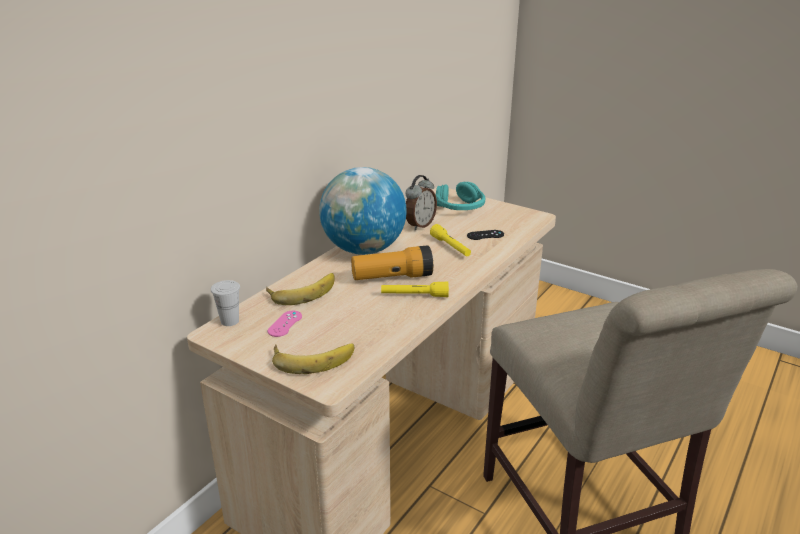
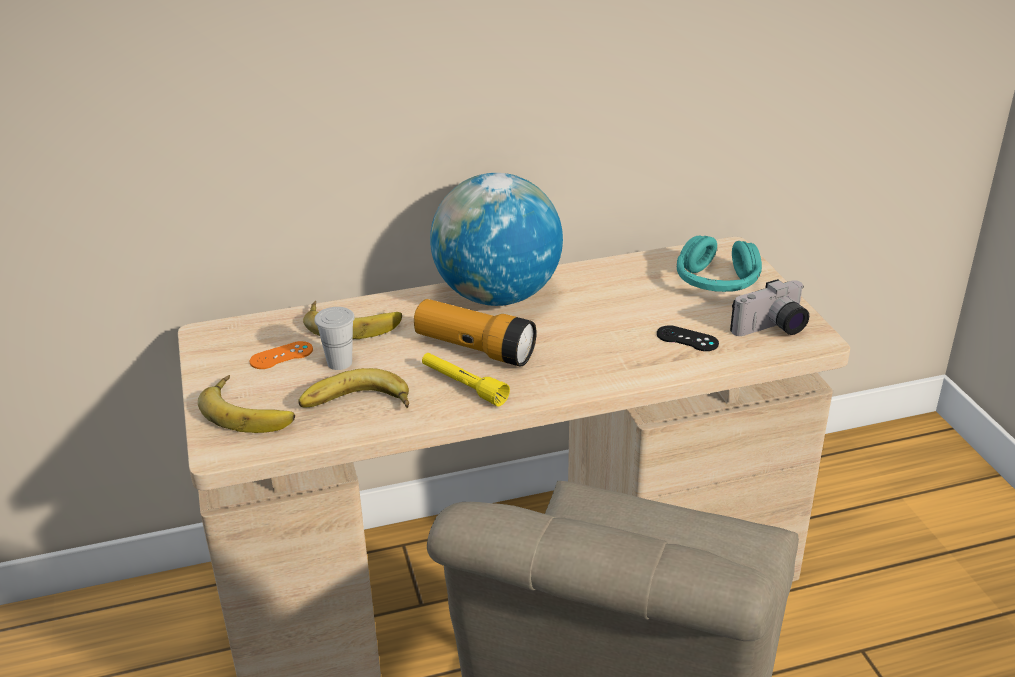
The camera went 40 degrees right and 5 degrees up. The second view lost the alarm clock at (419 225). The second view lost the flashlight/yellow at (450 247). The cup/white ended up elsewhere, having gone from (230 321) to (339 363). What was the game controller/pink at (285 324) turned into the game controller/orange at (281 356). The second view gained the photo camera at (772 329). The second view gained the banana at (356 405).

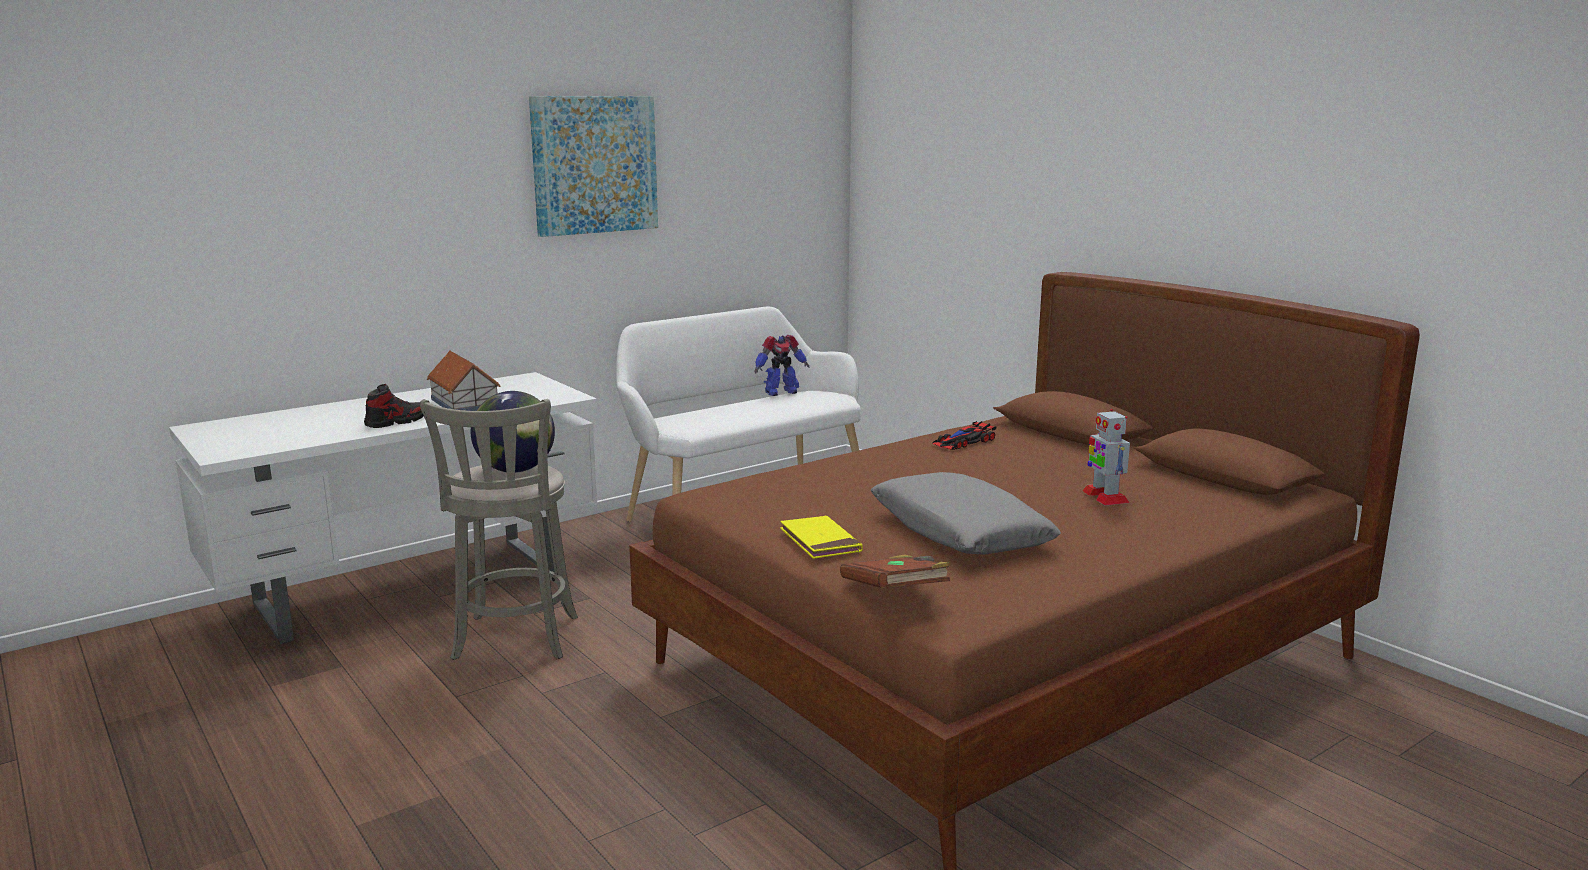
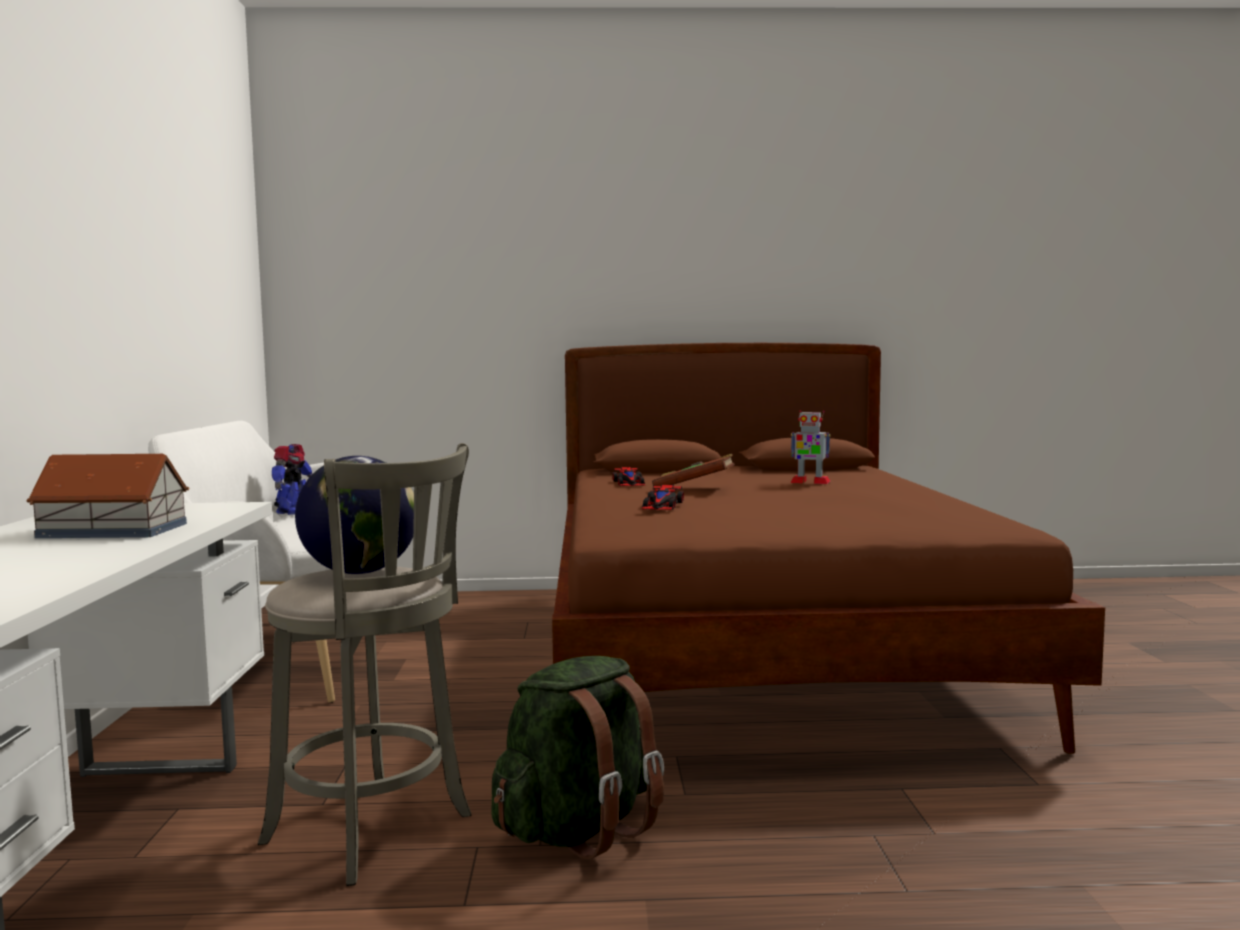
The camera went 55 degrees left and 10 degrees down. The second view lost the picture at (594 165). The second view lost the shoe at (396 422). The second view lost the pillow/grey at (959 532). The second view lost the book/yellow at (820 541). The book/brown ended up elsewhere, having gone from (895 594) to (693 489). The second view gained the toy car at (662 505). The second view gained the backpack/green at (579 829).

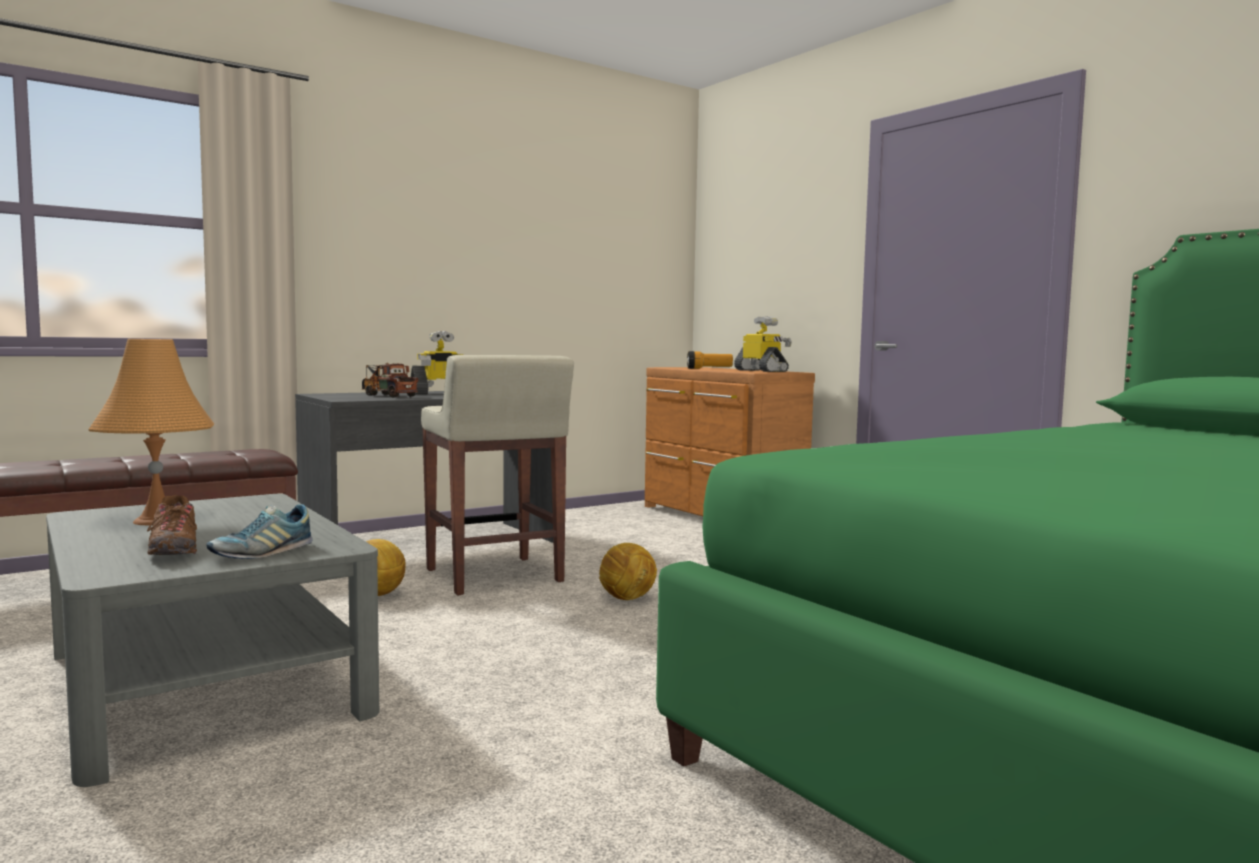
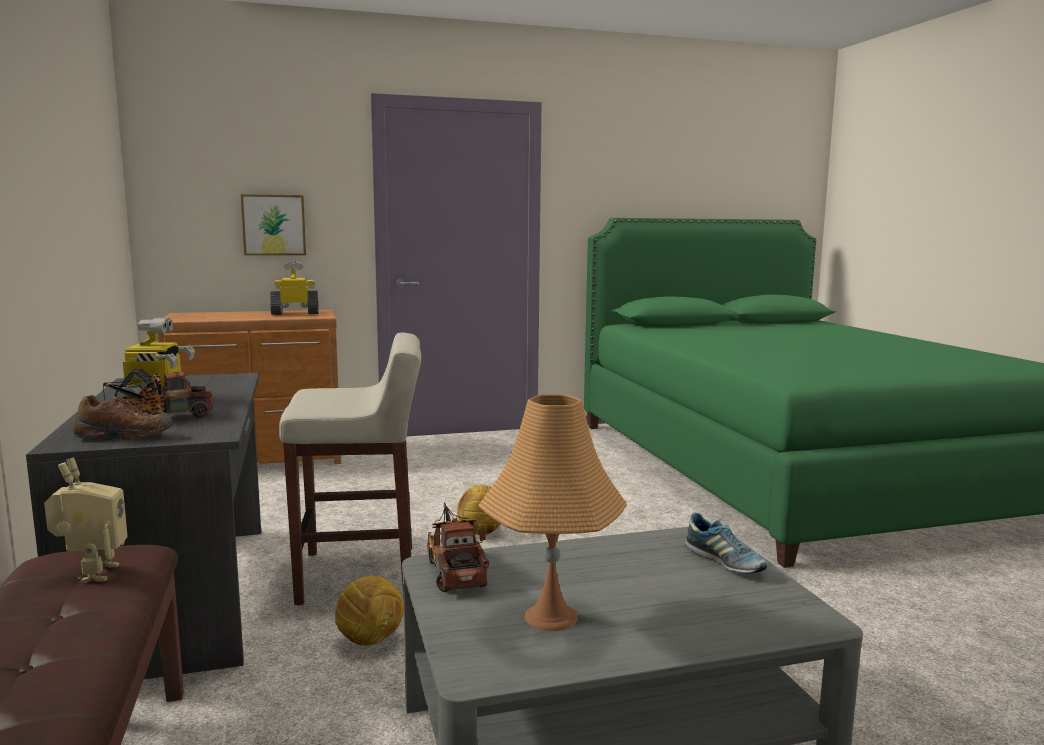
The camera went 70 degrees left and 5 degrees up. The second view lost the flashlight at (709 368). The shoe/brown ended up elsewhere, having gone from (174 550) to (124 437). The second view gained the picture at (274 225). The second view gained the toy robot at (92 573). The second view gained the toy truck at (455 569).

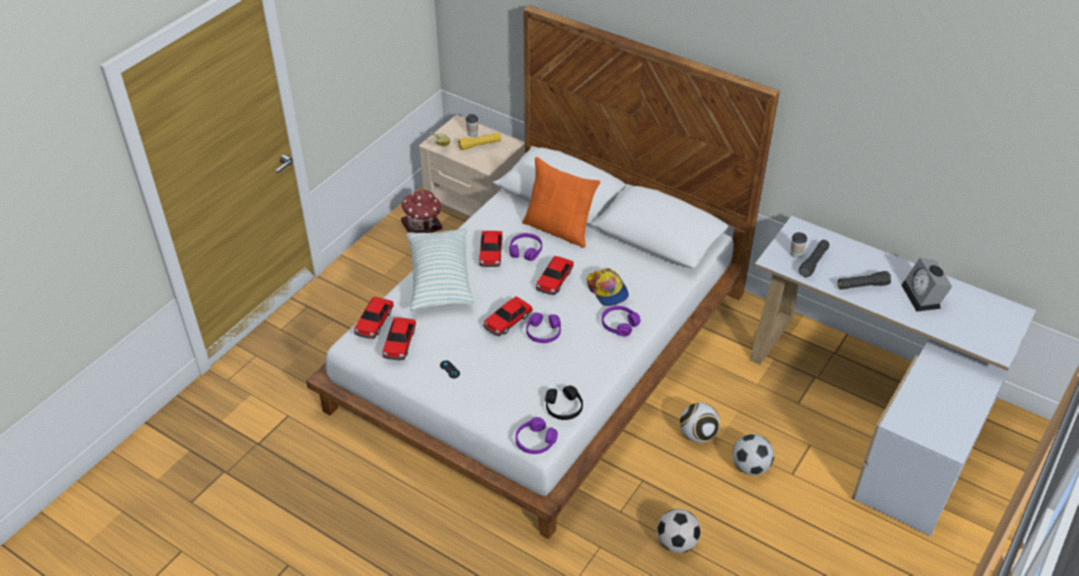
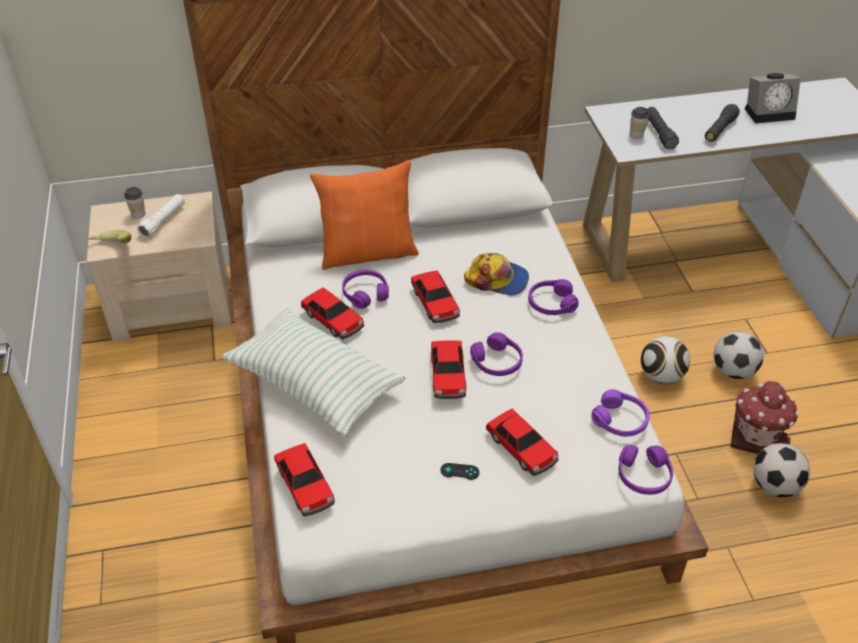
The camera went 45 degrees left and 0 degrees up. What was the flashlight/yellow at (480 145) turned into the flashlight/white at (163 221). The toy house ended up elsewhere, having gone from (422 225) to (756 434). The alarm clock at (923 297) ended up facing another way, 45 degrees counterclockwise from before. The toy car ended up elsewhere, having gone from (399 343) to (522 448). What was the headphones/black at (564 408) turned into the headphones/purple at (620 420).

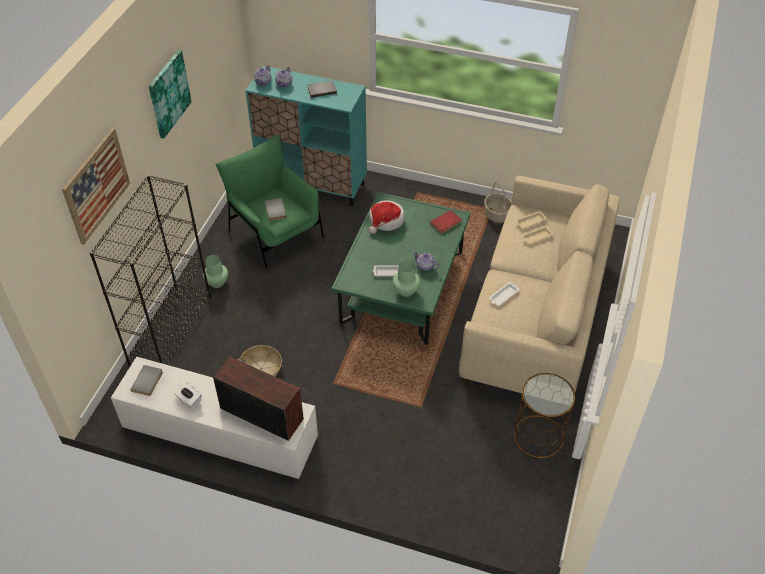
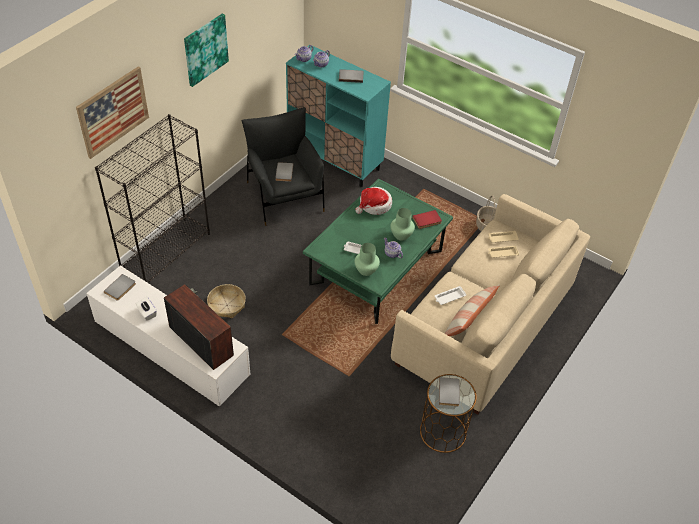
The camera went 15 degrees right and 0 degrees up. What was the armchair/green at (275 236) turned into the armchair/black at (285 196). The vase/green ended up elsewhere, having gone from (216 282) to (401 235). The second view gained the pillow at (468 320). The second view gained the book/grey at (450 392).

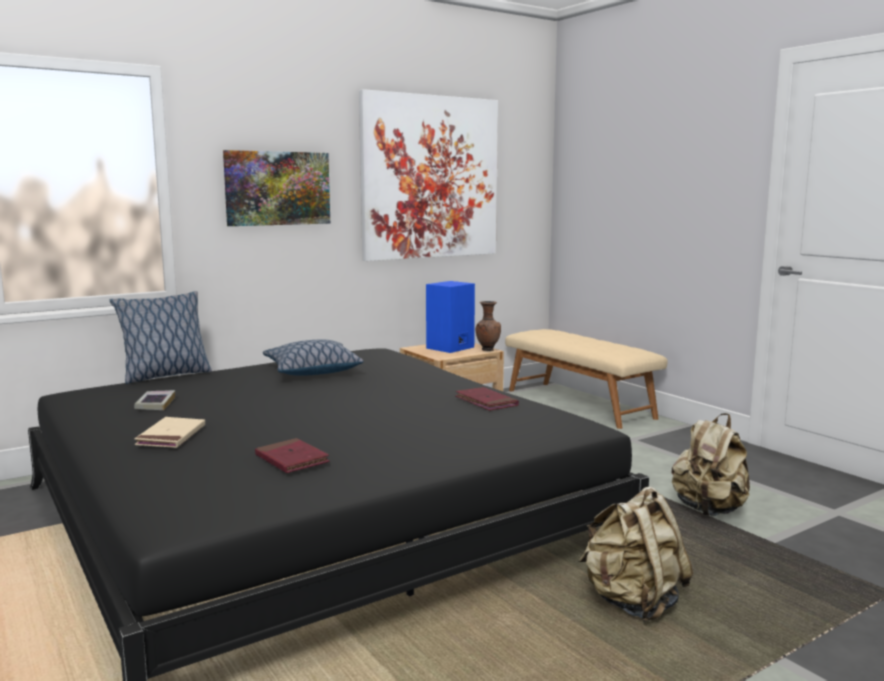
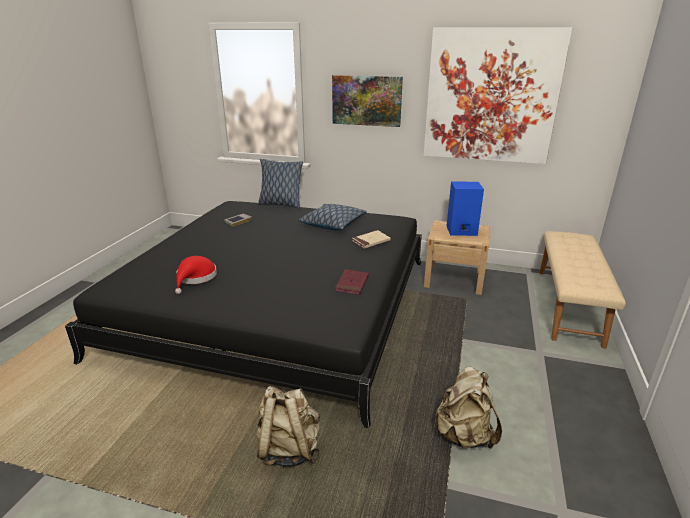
The camera went 50 degrees right and 15 degrees up. The second view lost the vase/brown at (487 350). The book/beige ended up elsewhere, having gone from (171 436) to (371 241). Where the book/red stood at (291 460), the hat/red came to stand at (195 278).

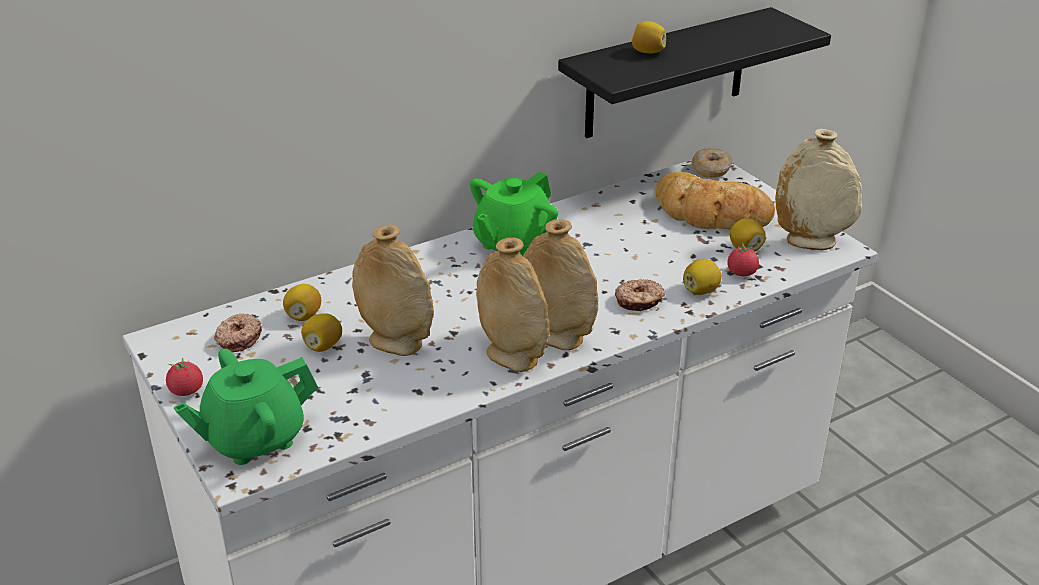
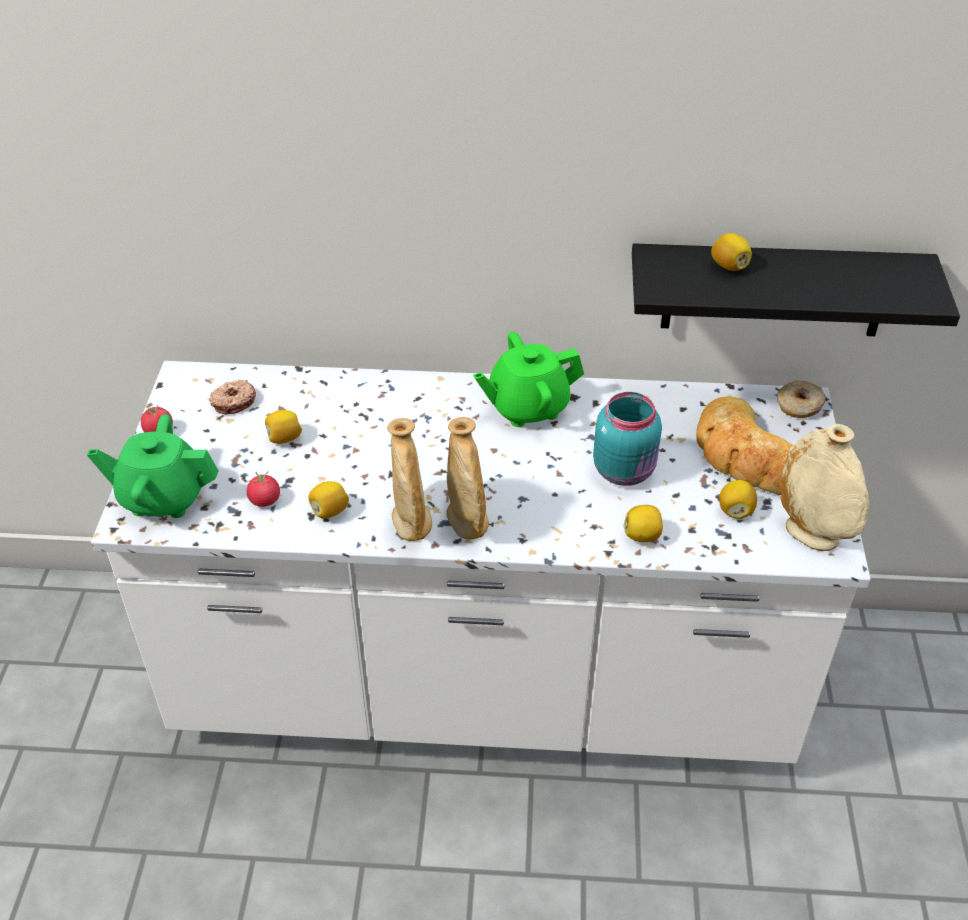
The camera went 35 degrees right and 10 degrees up. The second view lost the vase/beige at (395 343). The tomato ended up elsewhere, having gone from (741 273) to (265 500). The second view lost the donut at (639 301). The lemon ended up elsewhere, having gone from (304 316) to (329 511). The second view gained the jar/turquoise at (625 470).

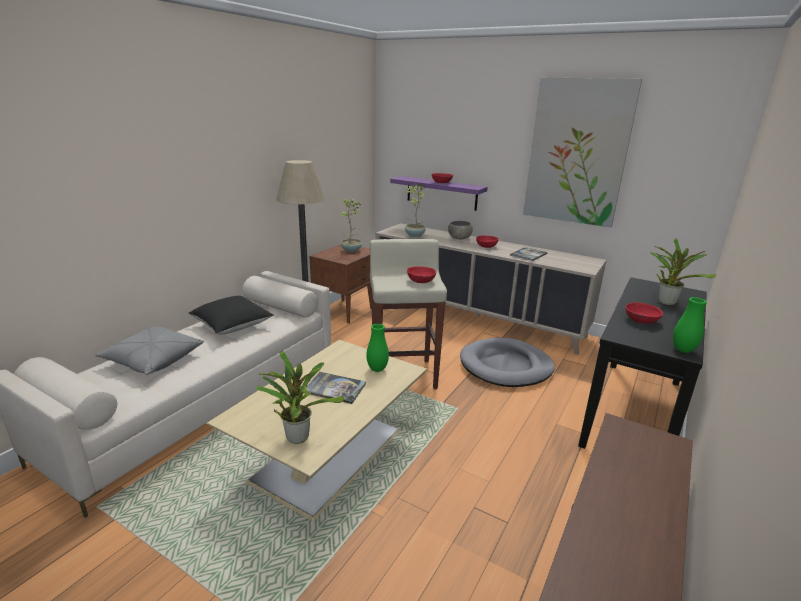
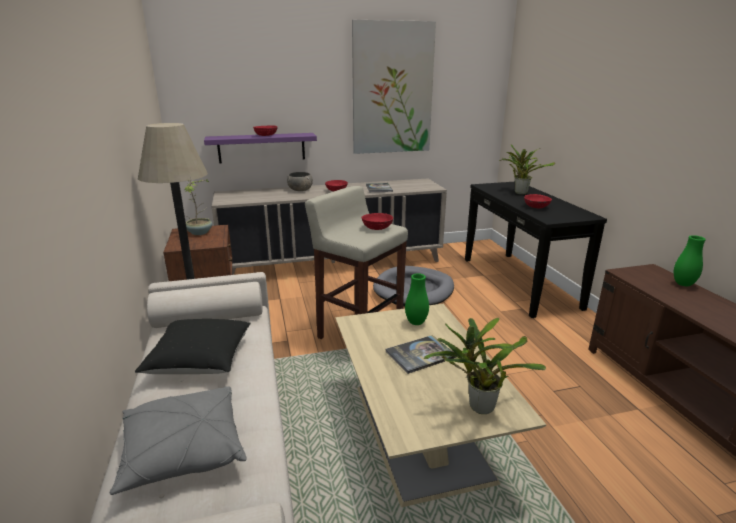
The camera went 45 degrees left and 0 degrees up. The second view lost the potted plant at (414 235). The vase/green ended up elsewhere, having gone from (683 350) to (683 284).

